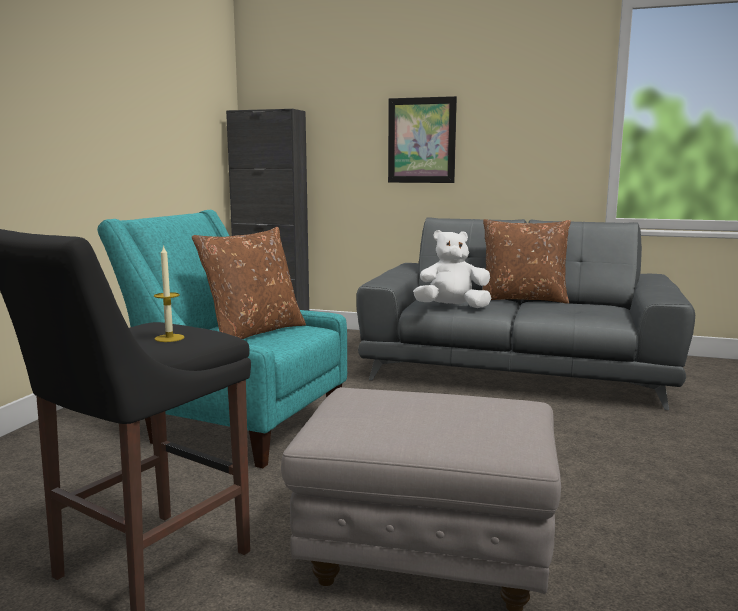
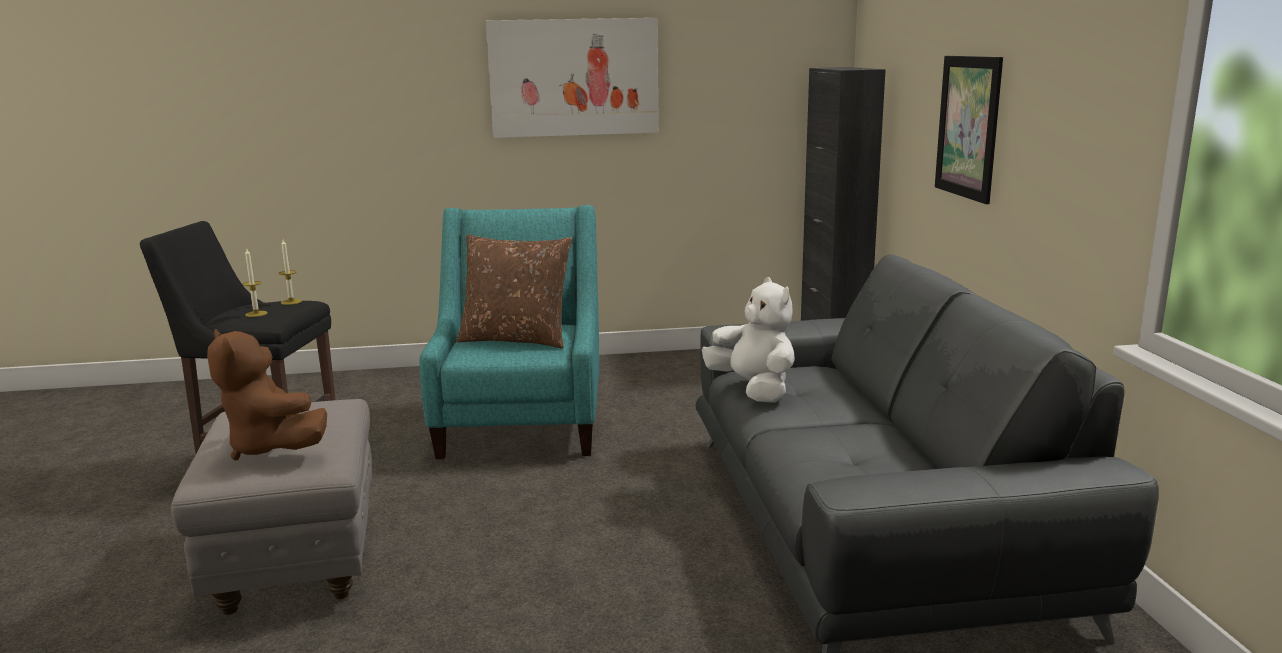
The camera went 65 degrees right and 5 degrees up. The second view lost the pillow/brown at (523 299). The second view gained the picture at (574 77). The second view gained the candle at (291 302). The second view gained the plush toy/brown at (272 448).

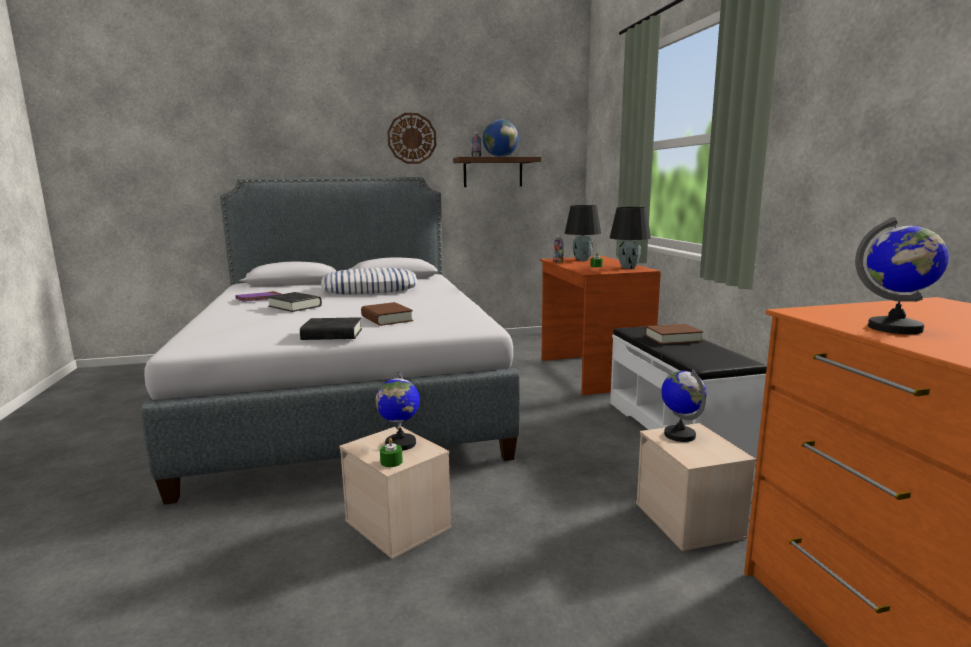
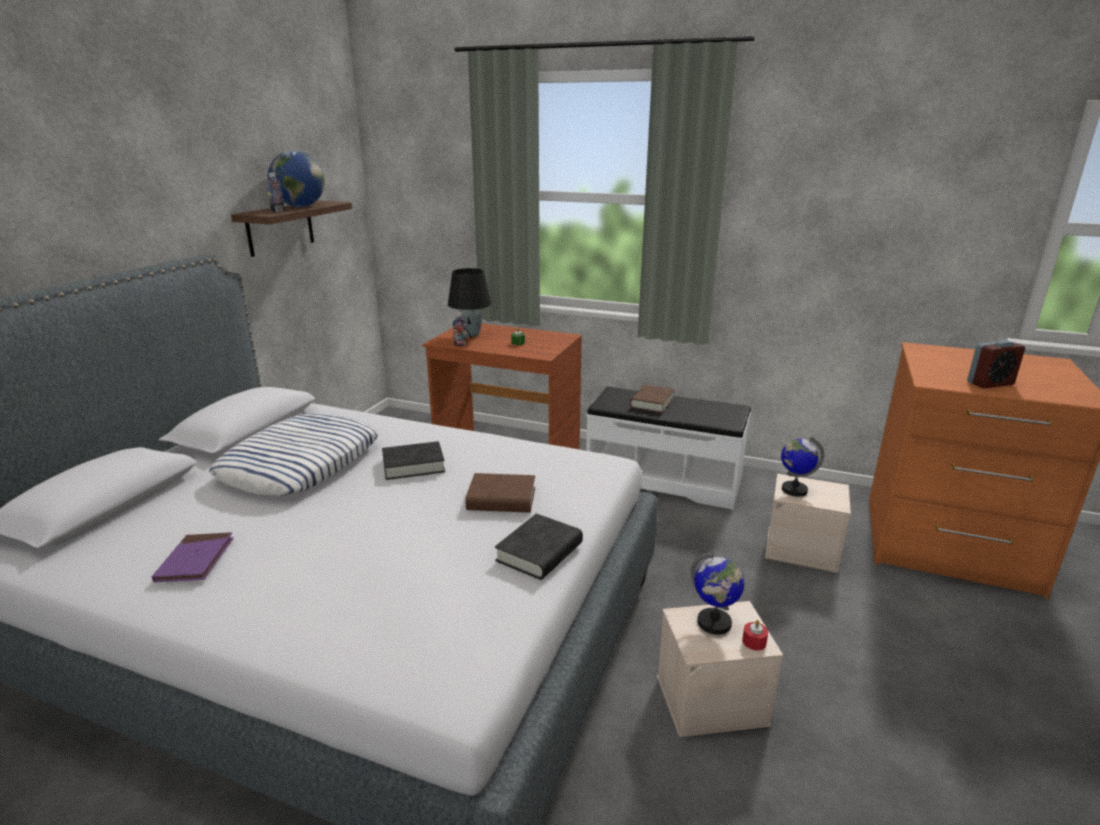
The camera went 55 degrees left and 10 degrees up. The second view lost the wall clock at (412 138). The second view lost the table lamp/black at (628 267). Where the globe stood at (895 328), the alarm clock came to stand at (990 383). The book/black ended up elsewhere, having gone from (295 306) to (413 465). What was the candle/green at (391 462) turned into the candle/red at (754 642).

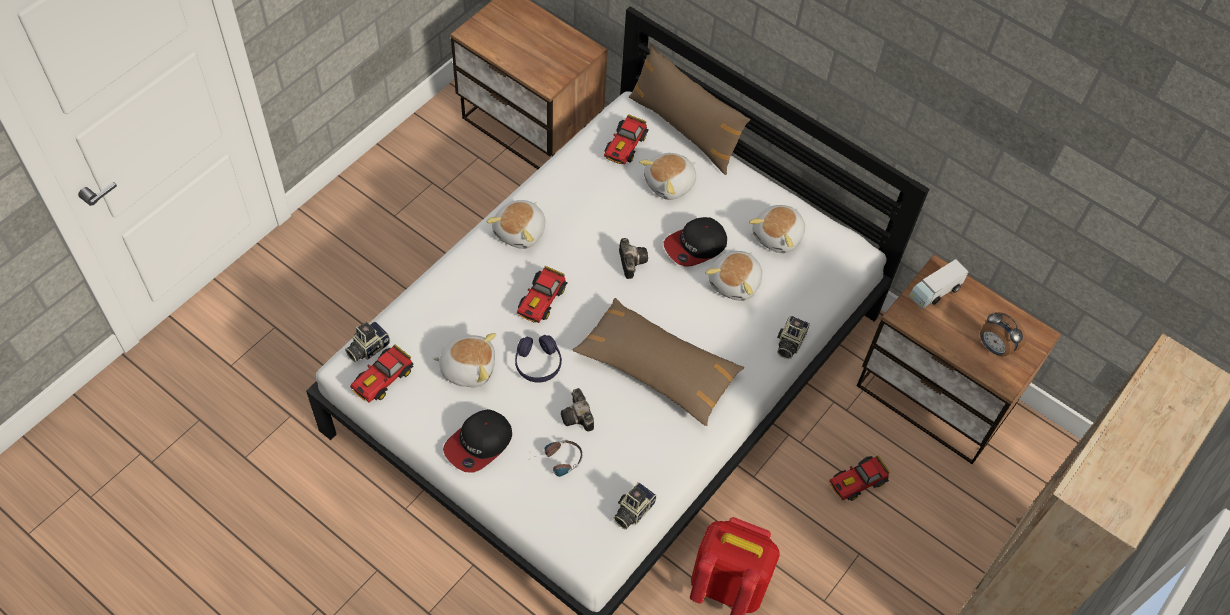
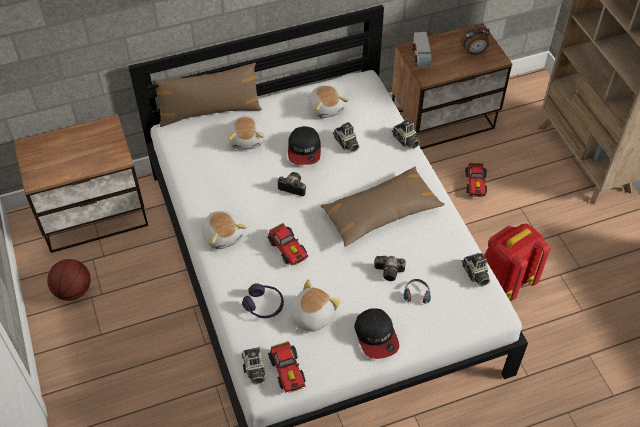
The camera went 55 degrees left and 5 degrees down. The second view lost the toy car at (625 147). Where the plush toy stood at (735 283), the photo camera came to stand at (346 144). The headphones/purple ended up elsewhere, having gone from (538 364) to (264 305). The second view gained the basketball at (73 291).

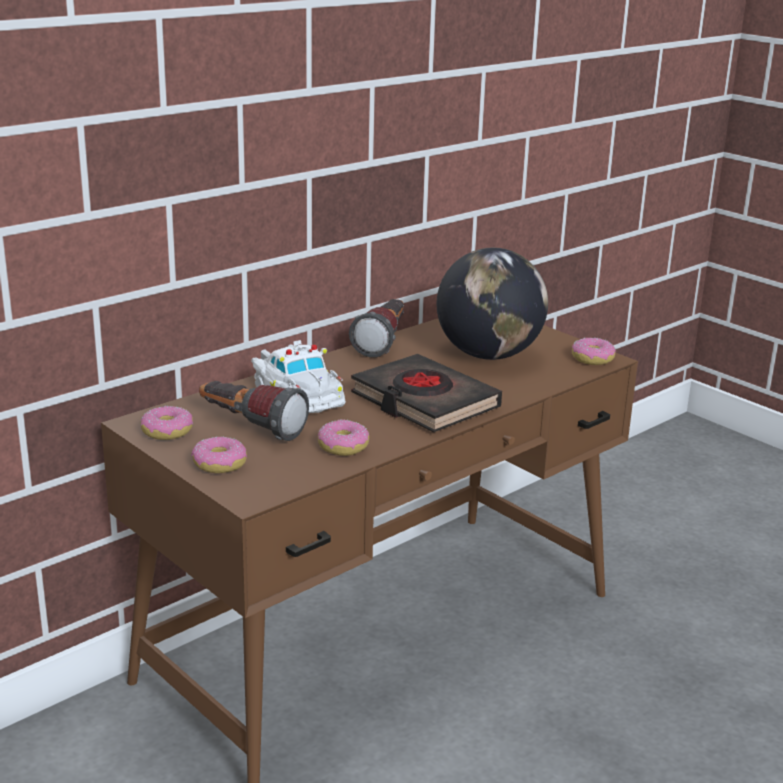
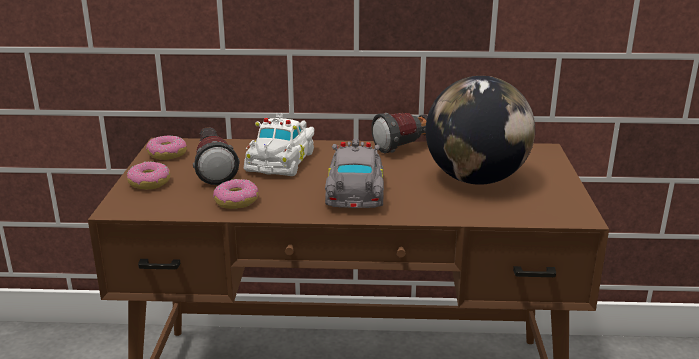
The camera went 45 degrees right and 0 degrees up. The second view lost the donut at (592 359). Where the book/black stood at (424 401), the toy car/grey came to stand at (354 194).

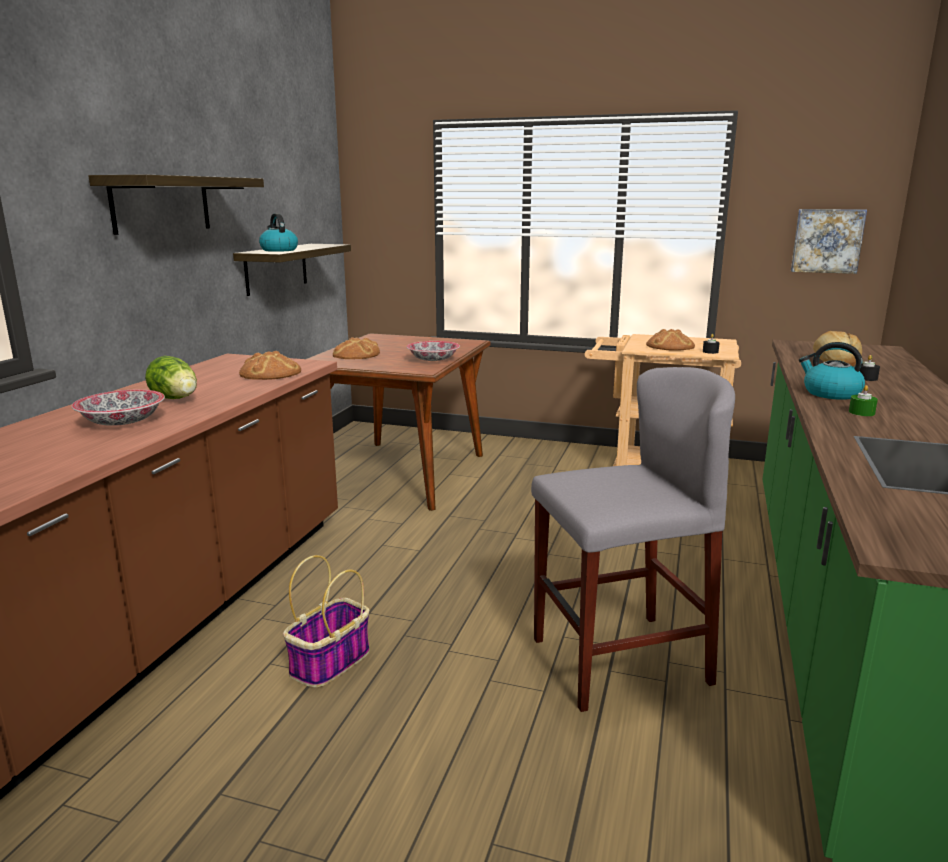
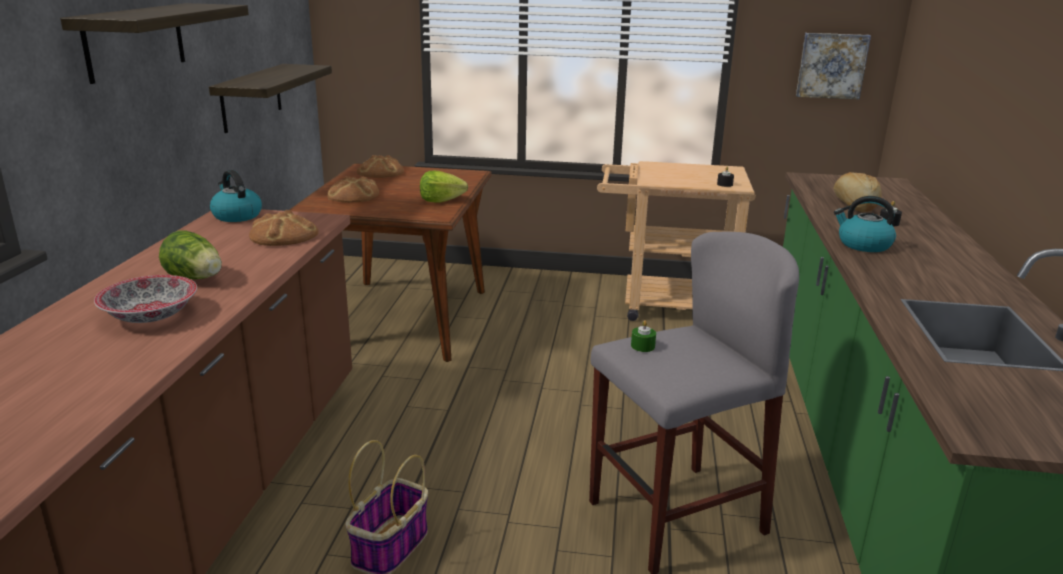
The camera went 10 degrees left and 5 degrees up. The kettle ended up elsewhere, having gone from (278 250) to (236 216). The bread ended up elsewhere, having gone from (669 346) to (380 172). Where the bowl stood at (433 360), the lettuce came to stand at (441 200). The candle/green ended up elsewhere, having gone from (861 412) to (642 346).

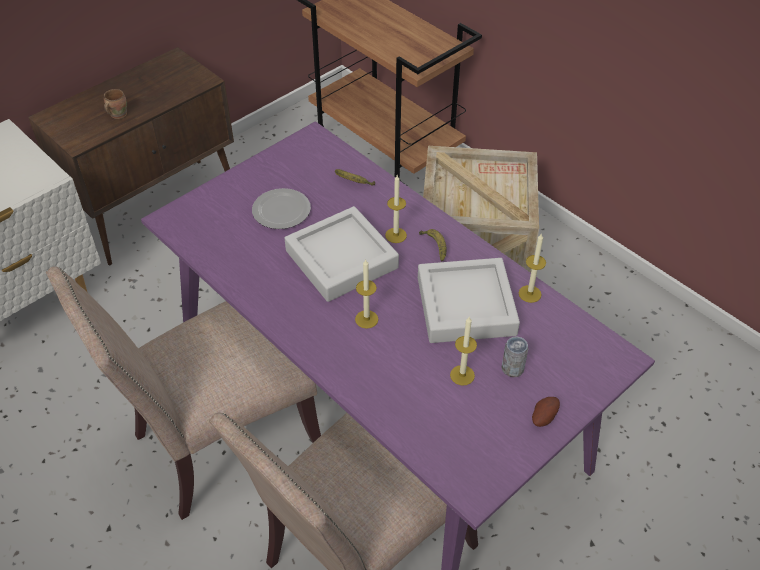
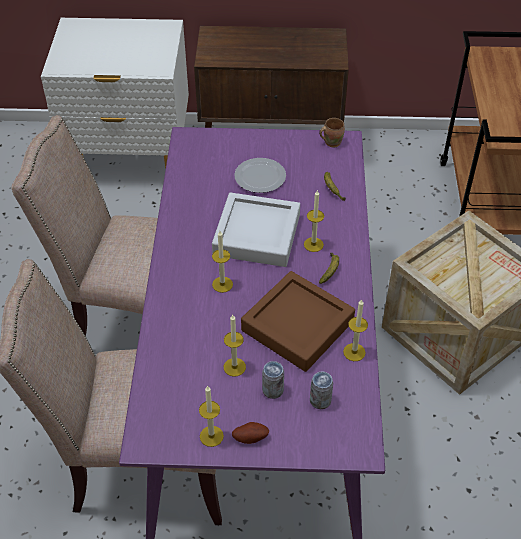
The camera went 45 degrees right and 0 degrees up. The mug/brown ended up elsewhere, having gone from (117 115) to (331 142). What was the tray/grey at (466 306) turned into the tray/brown at (297 325). The second view gained the can at (320 401). The second view gained the candle at (211 436).

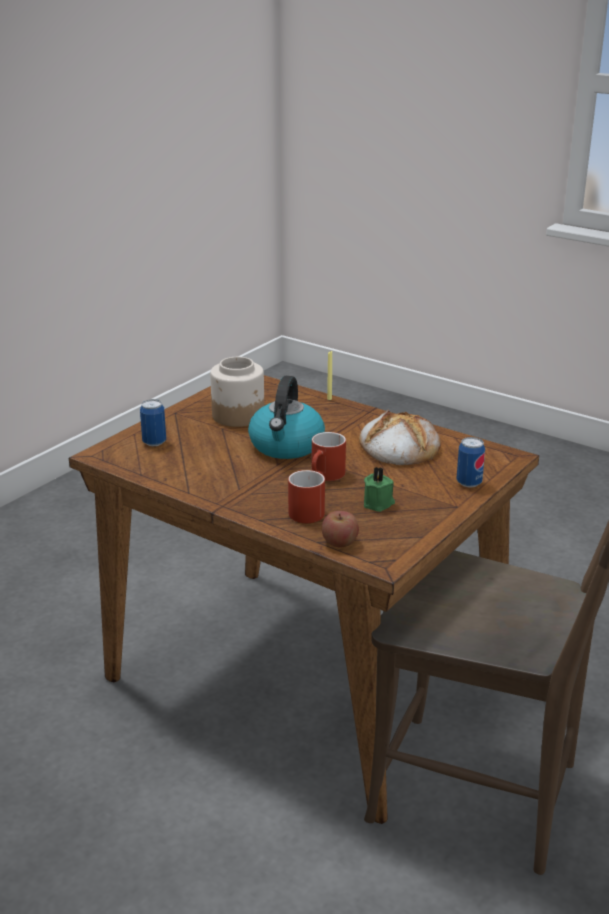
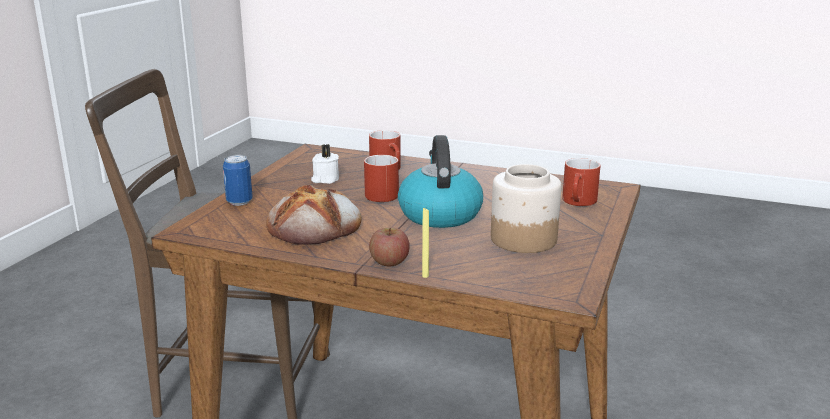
The camera went 165 degrees right and 5 degrees down. Where the can stood at (154 442), the mug/red came to stand at (579 202). What was the candle/green at (379 504) turned into the candle/white at (325 179). The apple ended up elsewhere, having gone from (340 542) to (389 262).

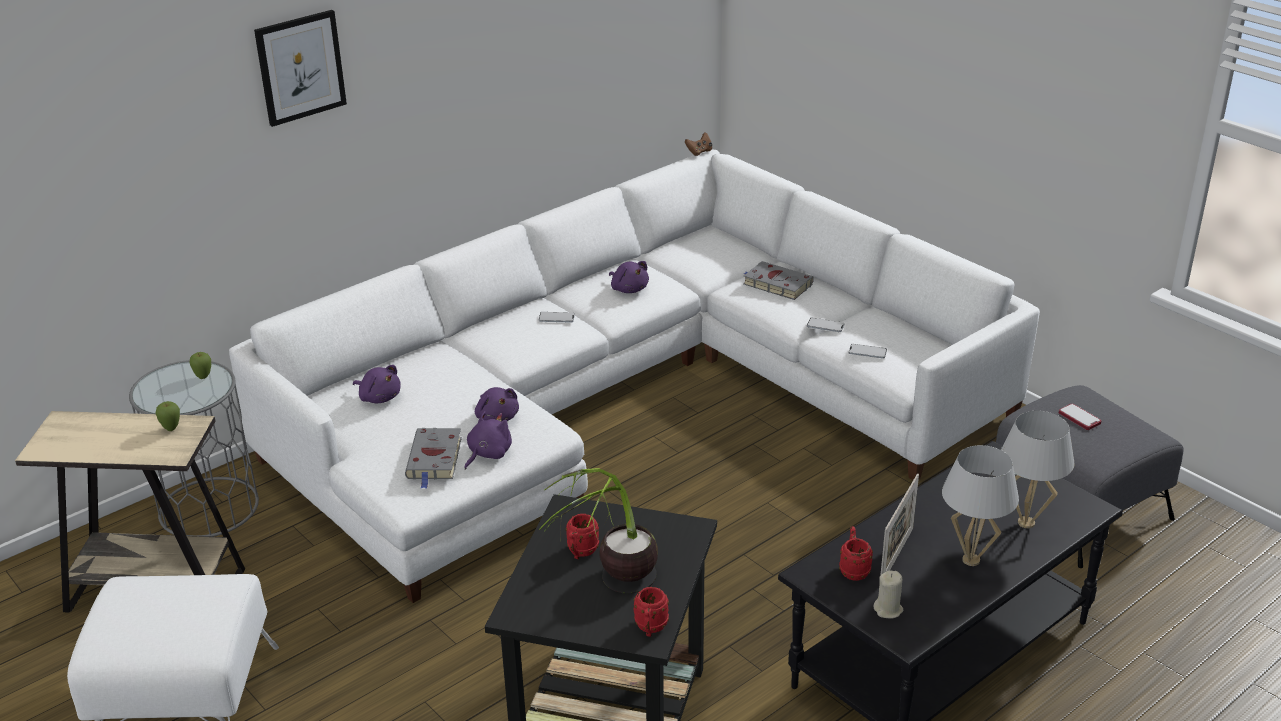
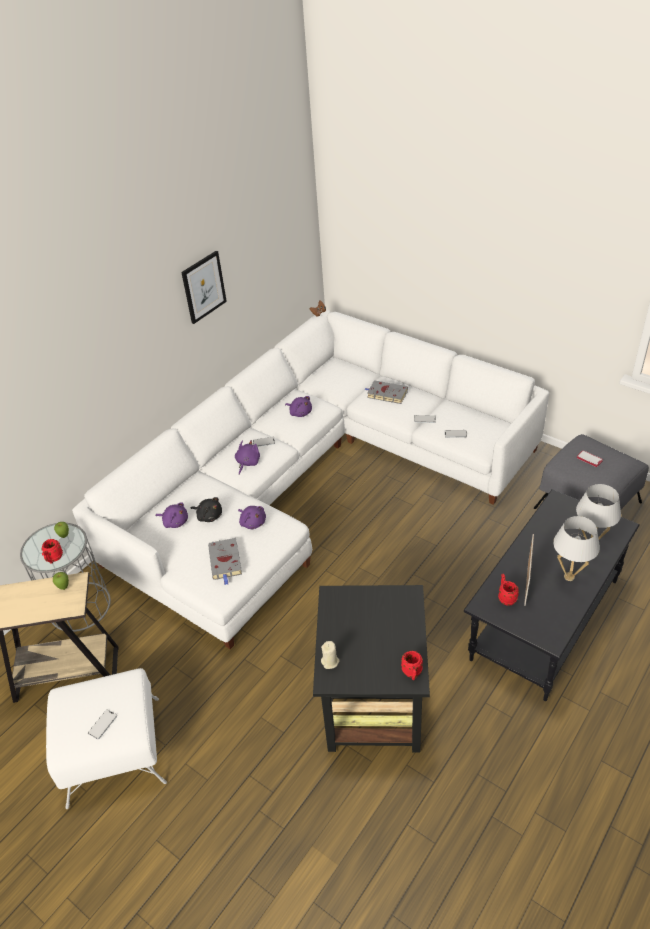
The camera went 10 degrees left and 10 degrees up. The picture ended up elsewhere, having gone from (300 67) to (203 287). The plush toy/purple ended up elsewhere, having gone from (488 454) to (247 463). The second view lost the potted plant at (609 594). The mug/red ended up elsewhere, having gone from (580 552) to (53 559). The candle/beige ended up elsewhere, having gone from (888 609) to (330 661). The second view gained the plush toy/black at (209 516). The second view gained the phone at (102 724).

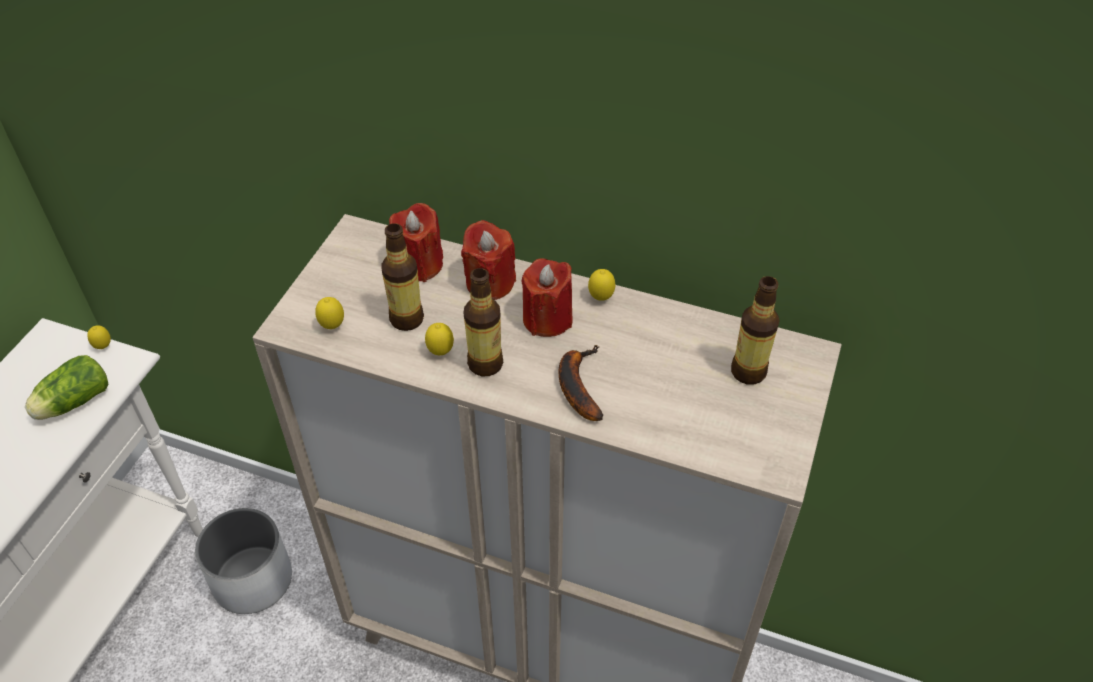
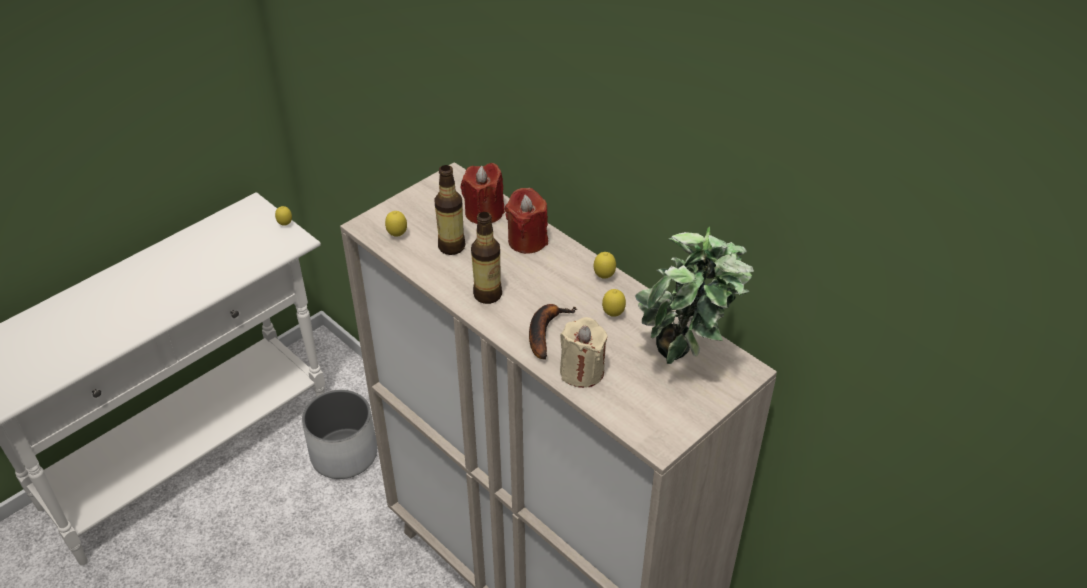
The camera went 25 degrees right and 5 degrees down. The second view lost the candle/red at (547 319). Where the bottle stood at (748 372), the potted plant came to stand at (684 366). The lemon ended up elsewhere, having gone from (440 352) to (613 315). The second view lost the lettuce at (72 403). The second view gained the candle/beige at (582 371).

